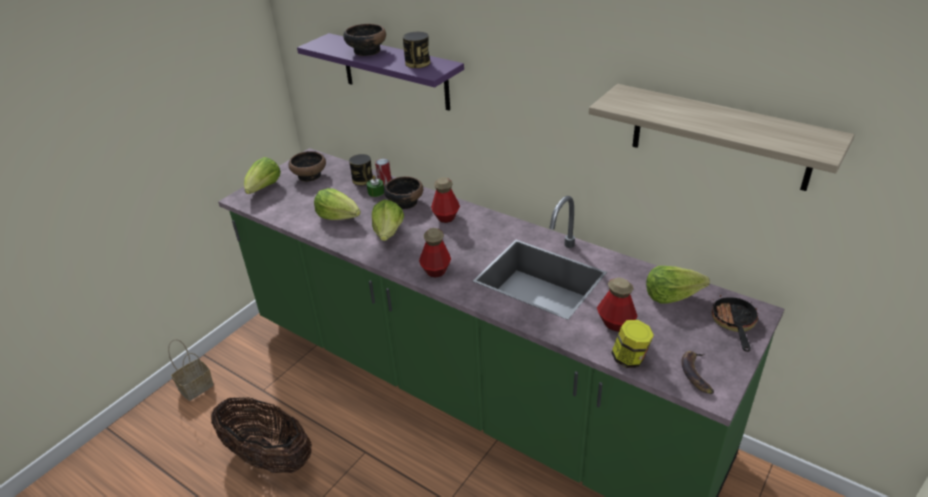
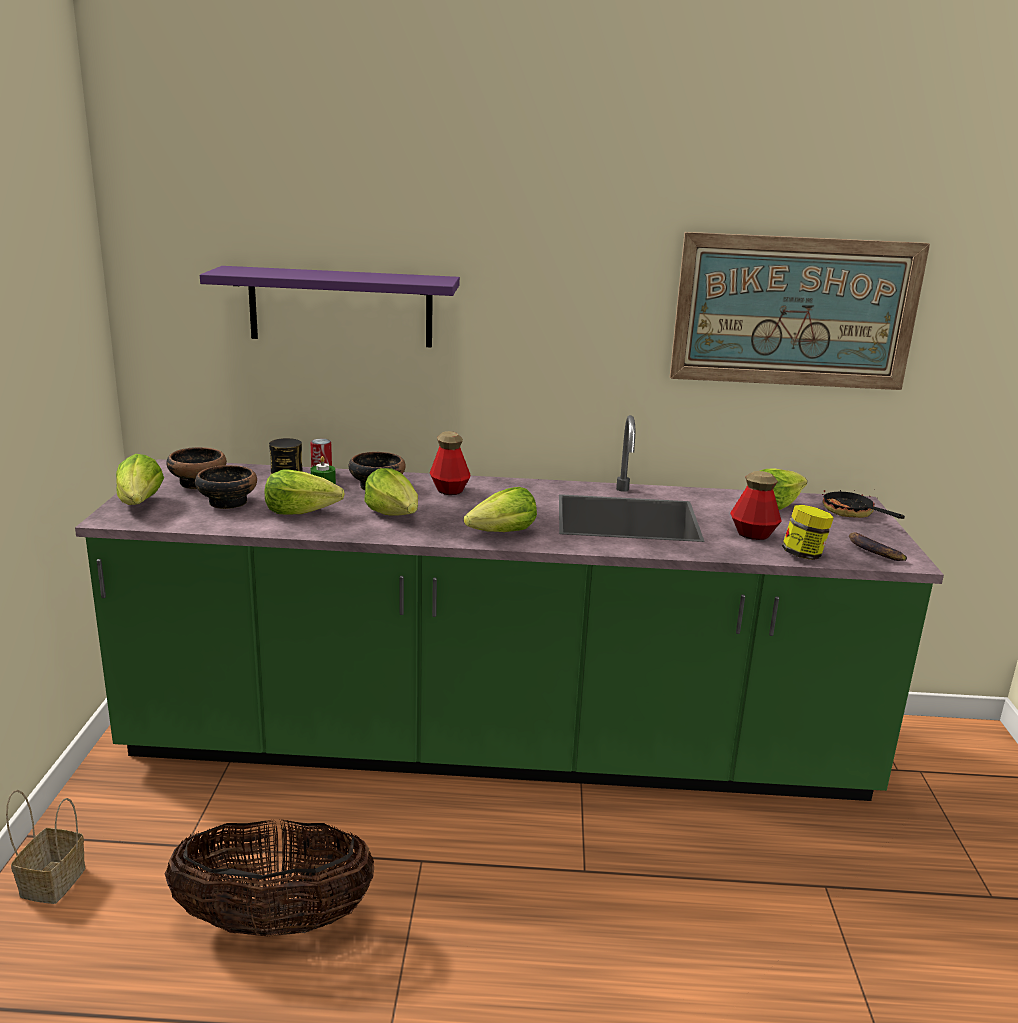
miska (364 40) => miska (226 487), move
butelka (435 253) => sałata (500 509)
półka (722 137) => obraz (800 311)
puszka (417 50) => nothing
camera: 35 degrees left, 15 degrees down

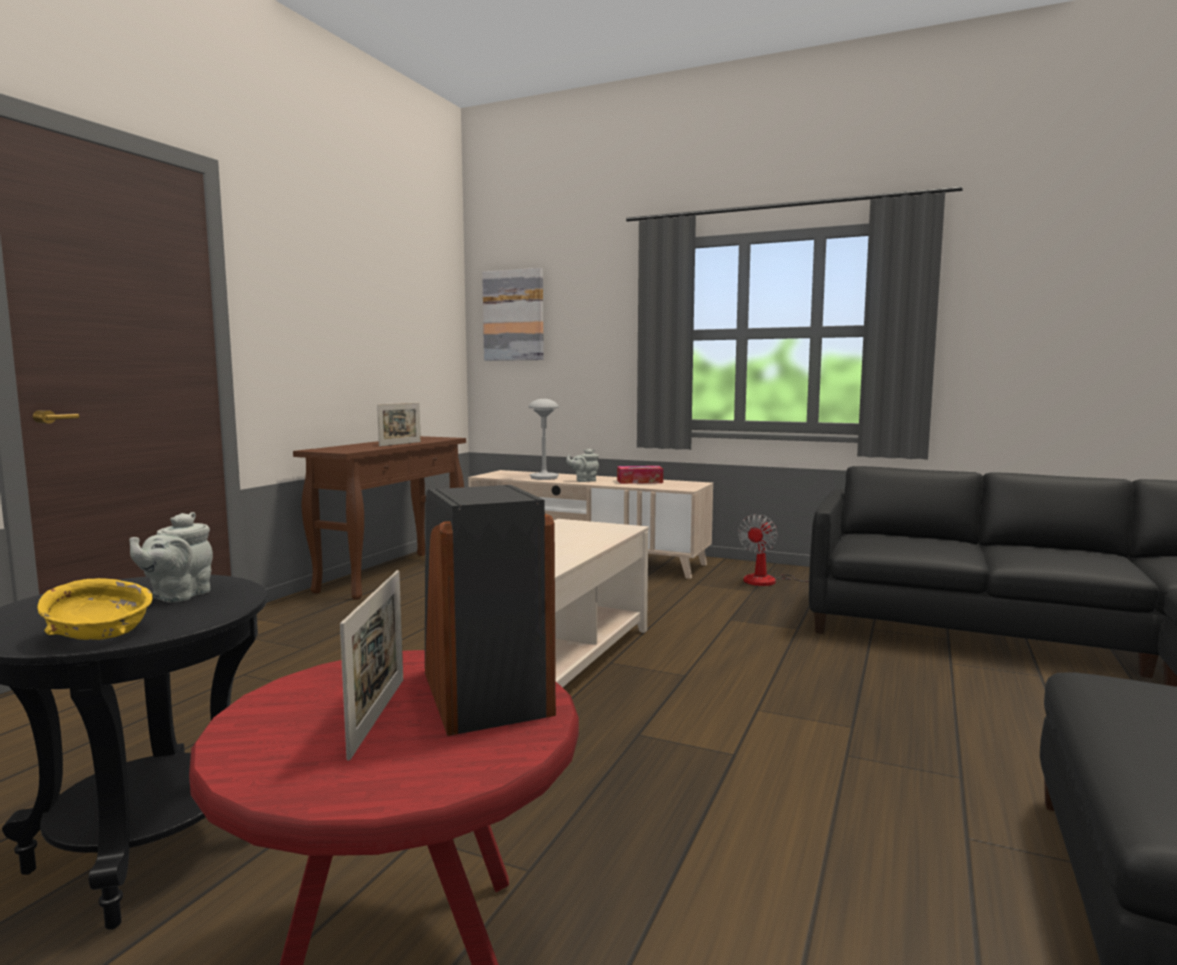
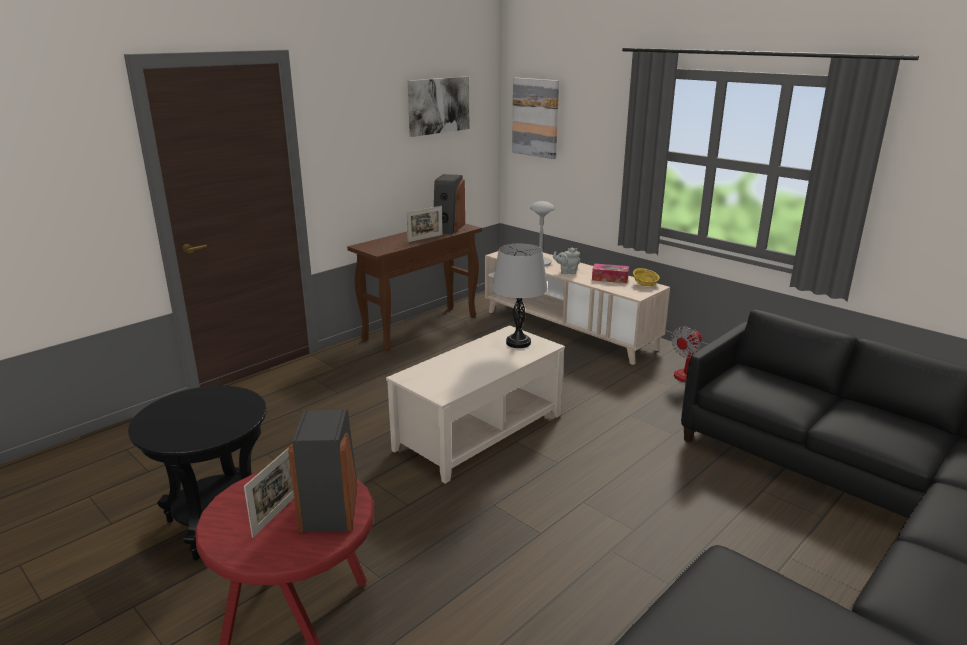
nothing => obraz (438 106)
nothing => głośnik (449 204)
nothing => lampa stołowa/szary (520 296)
miska/żółty (95 609) => miska/żółty (646 277), move
imbryk/szary (171 557) => nothing
camera: 20 degrees right, 15 degrees up

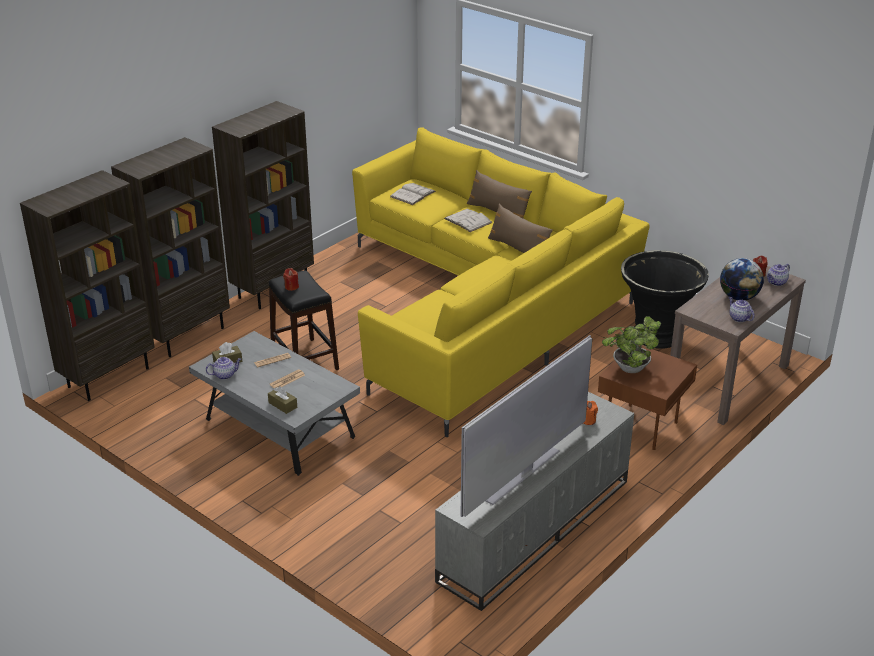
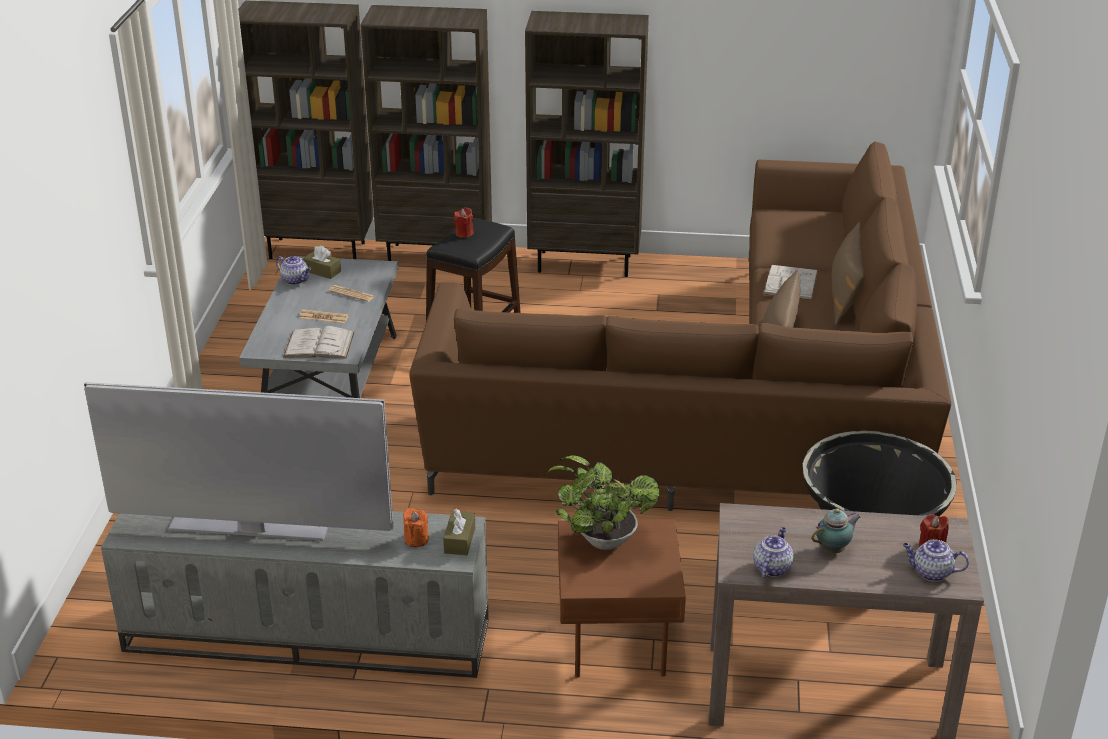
książka/biały (413 194) => książka/biały (318 342), move
kanapa/żółty (501 282) => kanapa/brązowy (680 326)
pudełko chusteczek/brązowy (282 400) => pudełko chusteczek/brązowy (459 532), move
globus (742 279) => imbryk (836 530)
camera: 55 degrees right, 0 degrees up

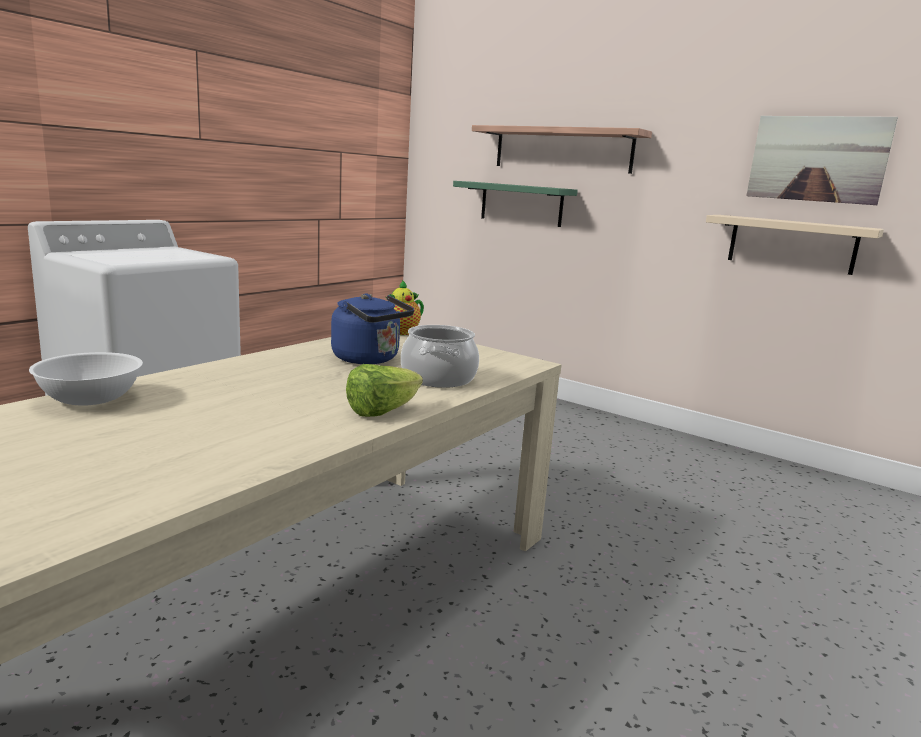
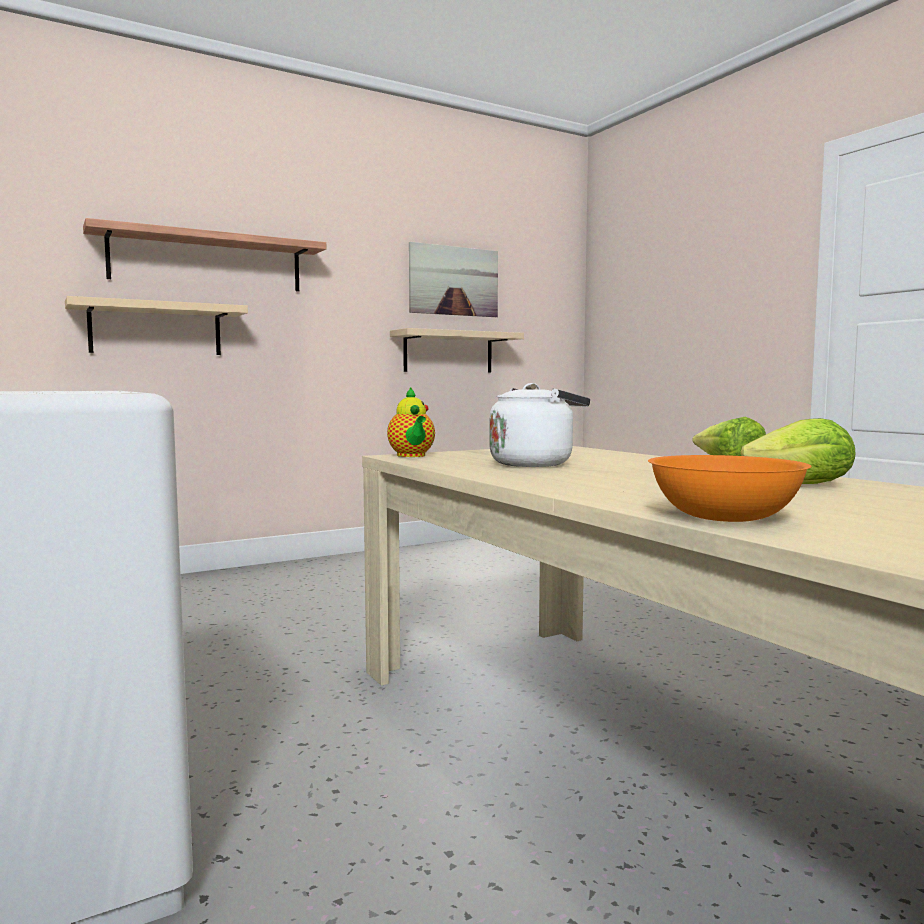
półka/zielony (515 204) => półka/beżowy (156 325)
czajnik/niebieski (372 328) => czajnik/biały (539 425)
miska/biały (86 379) => miska/pomarańczowy (730 488)
nothing => sałata (798 451)
garnek (440 356) => nothing
camera: 65 degrees left, 10 degrees down

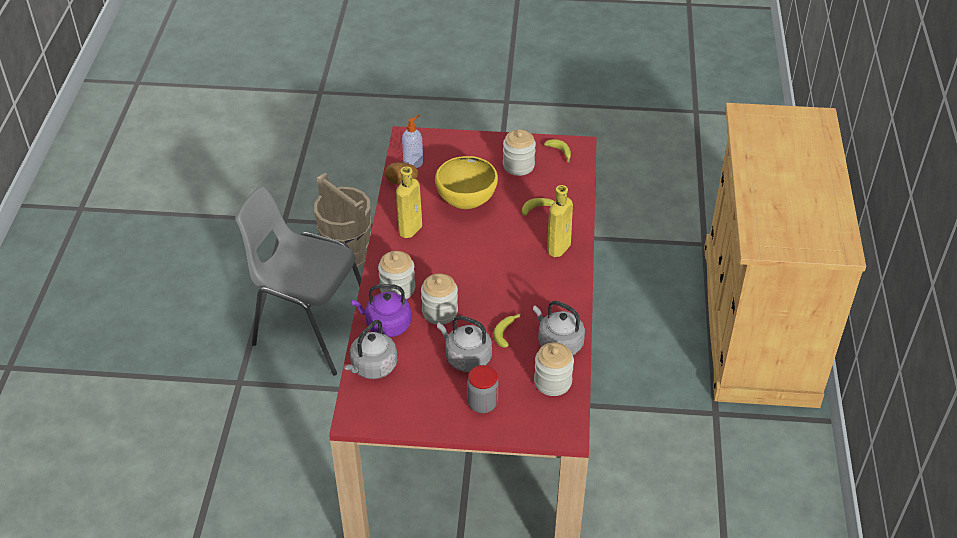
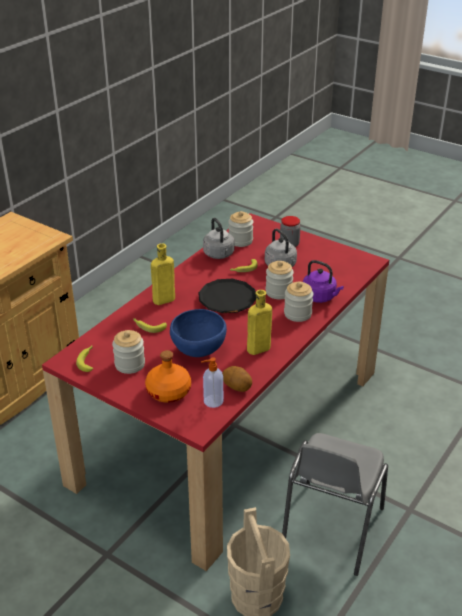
nothing => butelka/pomarańczowy (168 376)
miska/żółty (466 182) => miska/niebieski (198 333)
nothing => talerz/czarny (227 296)
krzesło/szary (298 280) => krzesło/szary (335 504), 60 degrees clockwise
czajnik/szary (370 349) => nothing
camera: 150 degrees left, 10 degrees down

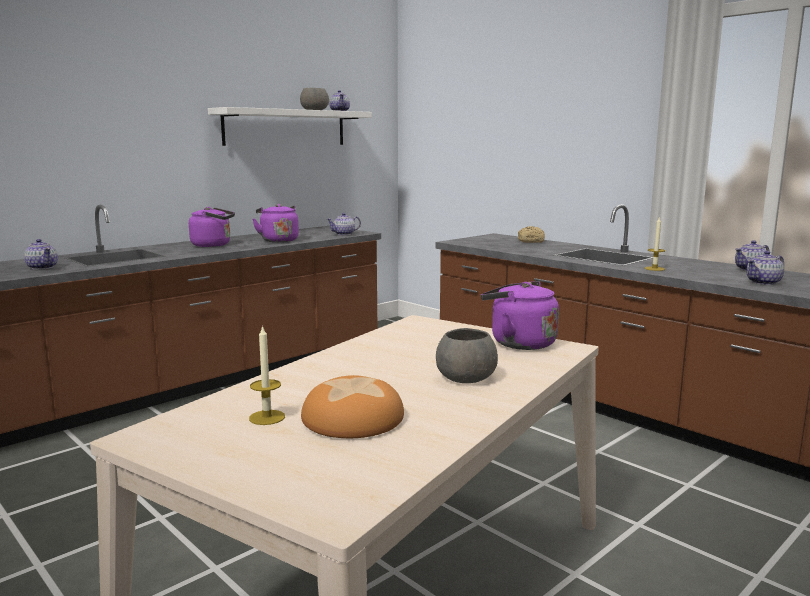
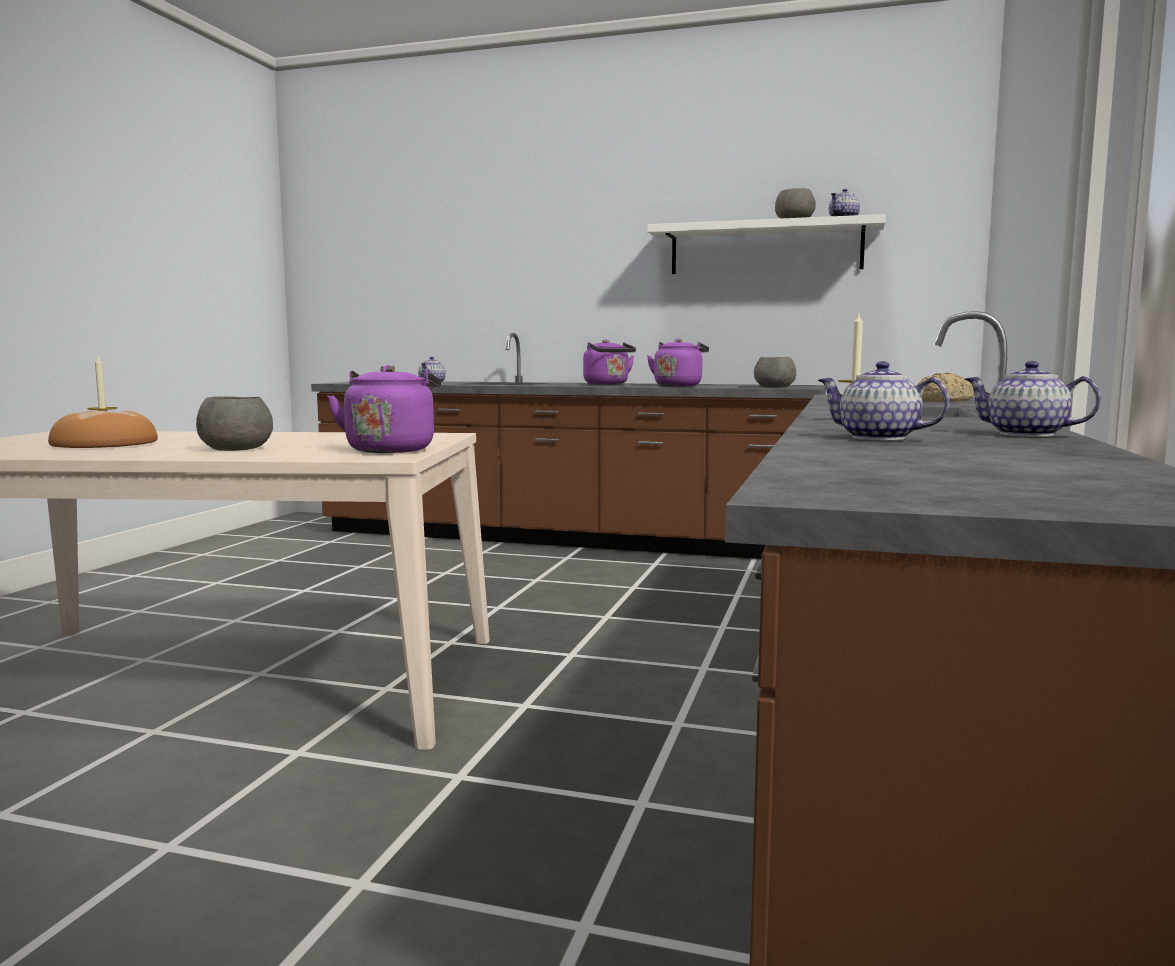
imbryk (344 224) => miska/szary (775 372)
camera: 60 degrees right, 5 degrees down

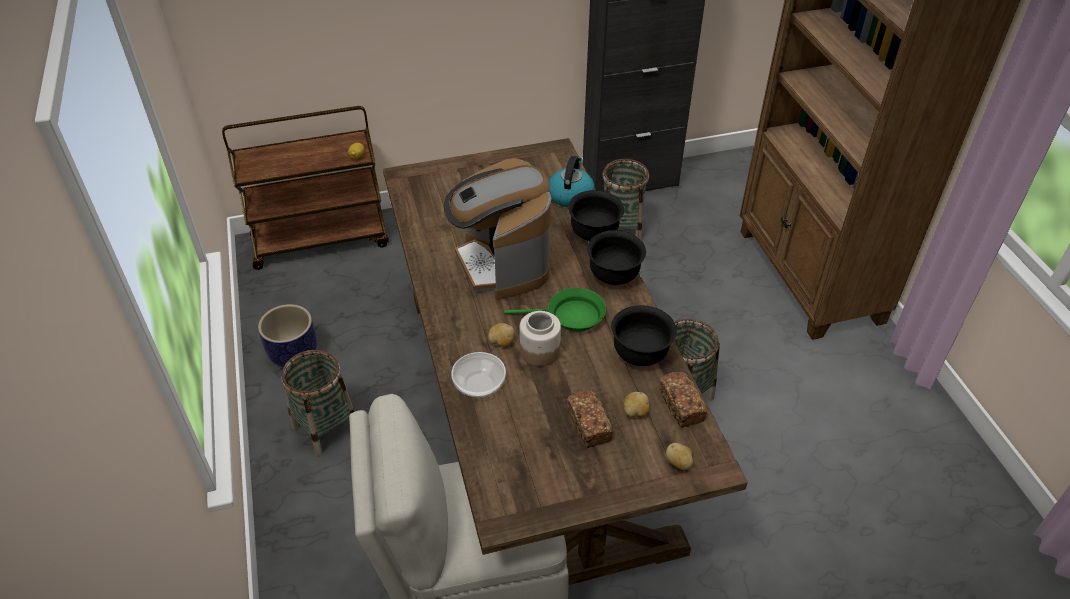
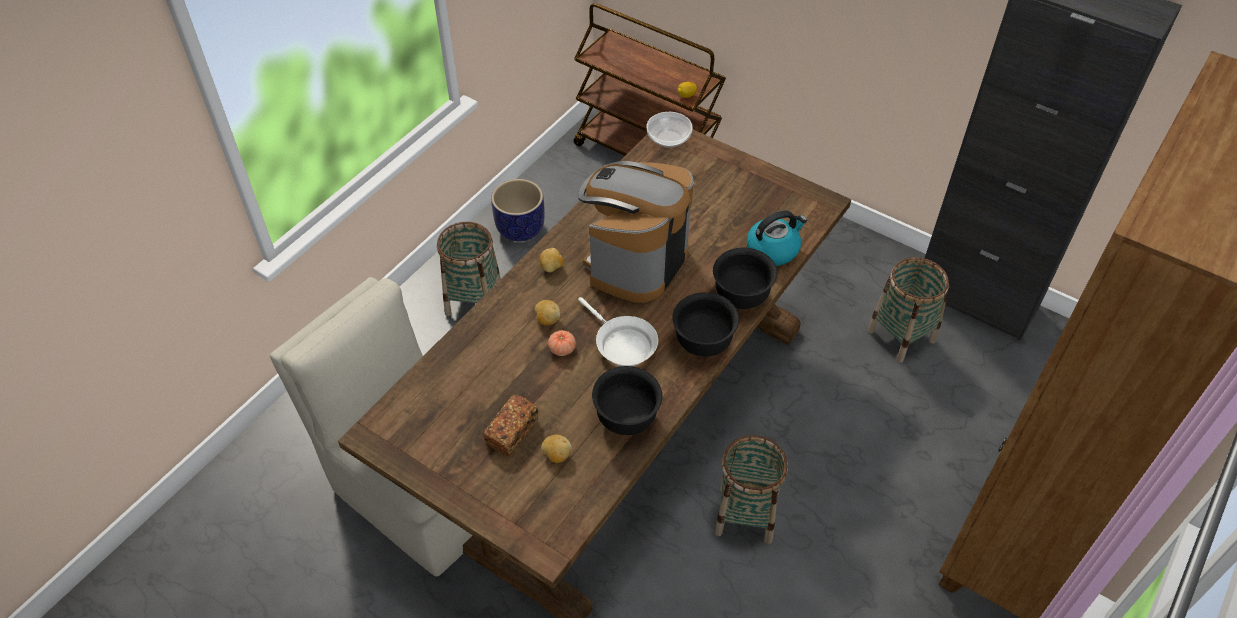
ziemniak (679 456) => ziemniak (551 260), move
słoik (540 338) => pomidor (562 343)
patelnia/zielony (555 310) => patelnia/biały (618 331)
miska (478 375) => miska (669 130), move
chleb (683 400) => nothing
camera: 50 degrees right, 5 degrees up

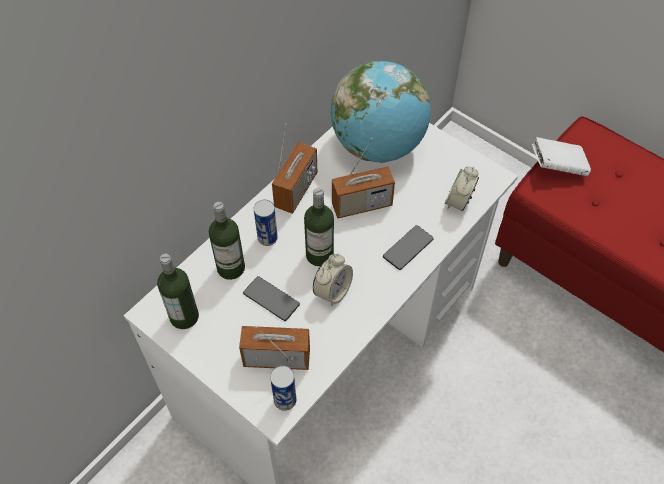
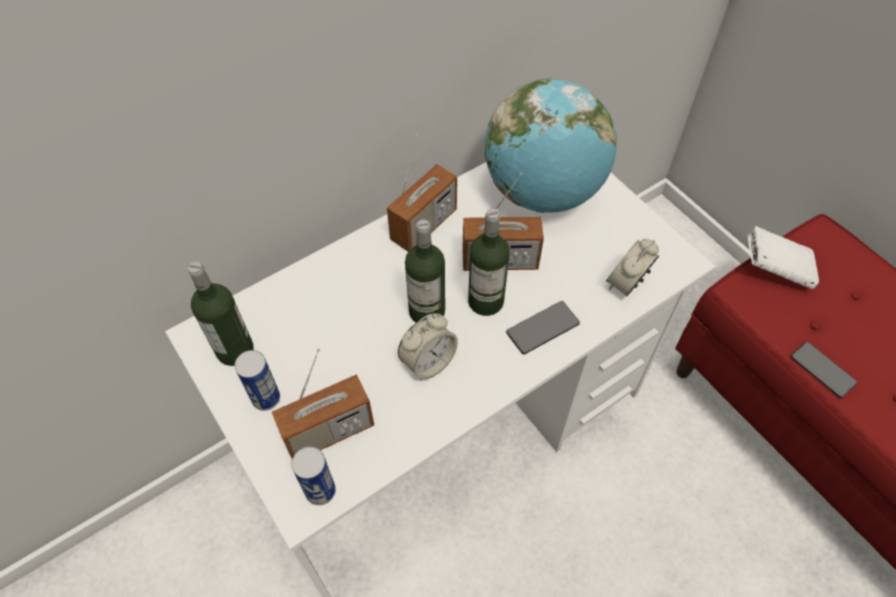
puszka (266 223) => puszka (257 380), move
radio (274 348) => radio (323 403), 135 degrees clockwise
butelka (227 241) => butelka (489 262), move
telefon (271 298) => telefon (824 370), move
camera: 15 degrees right, 0 degrees up

